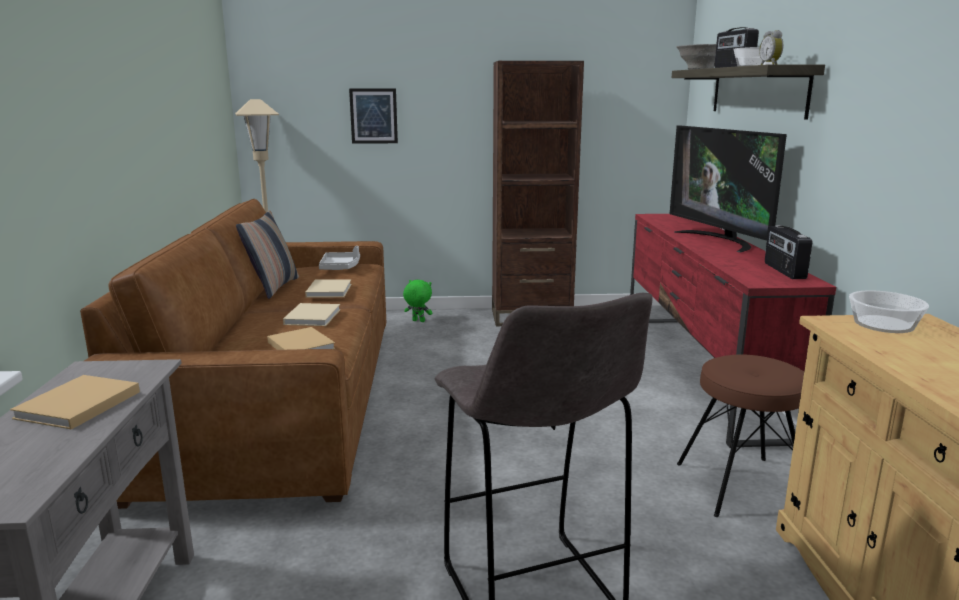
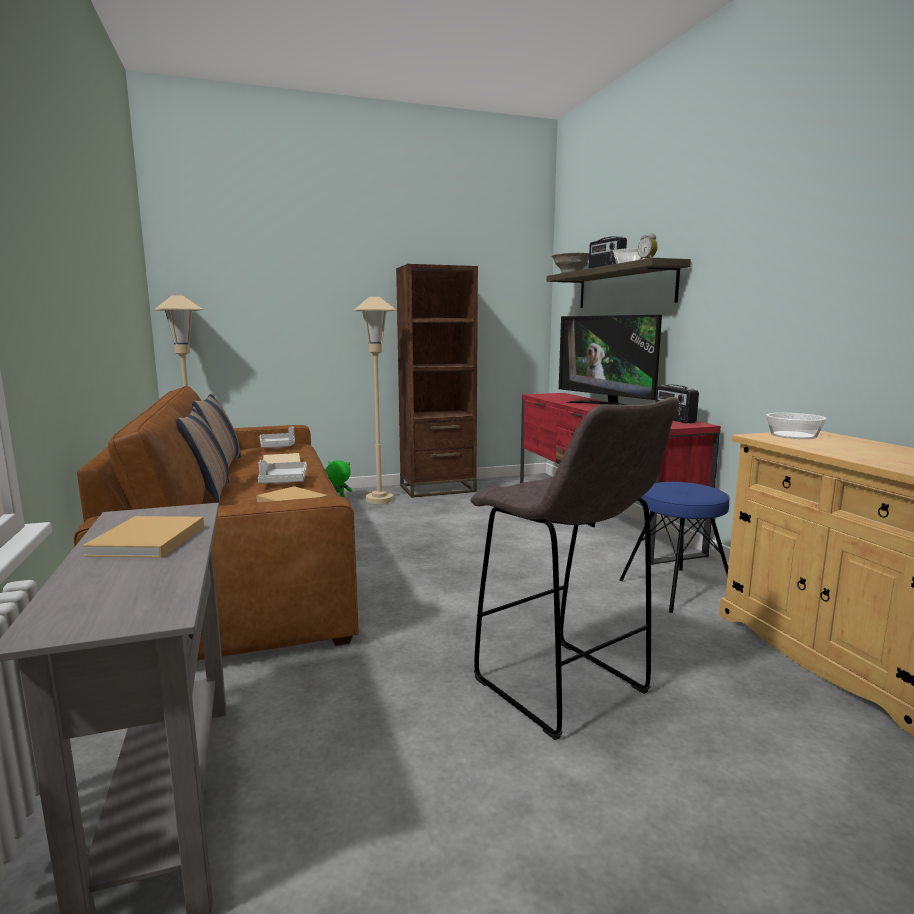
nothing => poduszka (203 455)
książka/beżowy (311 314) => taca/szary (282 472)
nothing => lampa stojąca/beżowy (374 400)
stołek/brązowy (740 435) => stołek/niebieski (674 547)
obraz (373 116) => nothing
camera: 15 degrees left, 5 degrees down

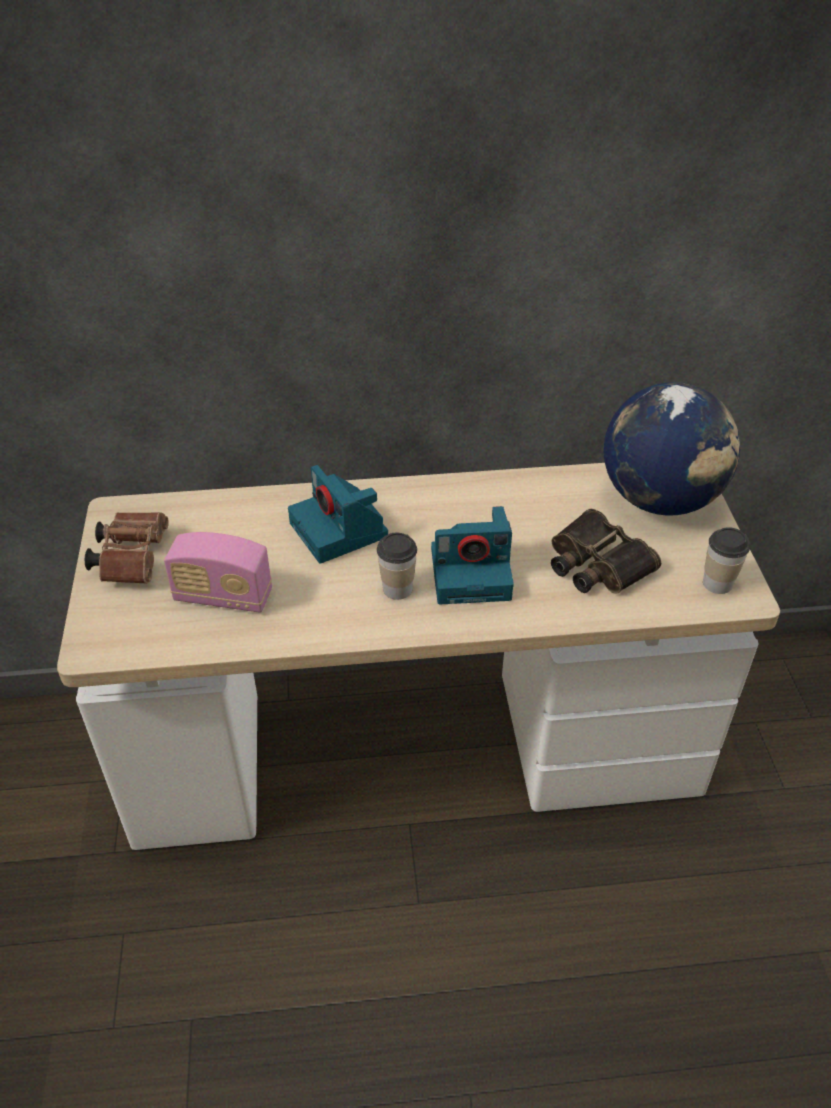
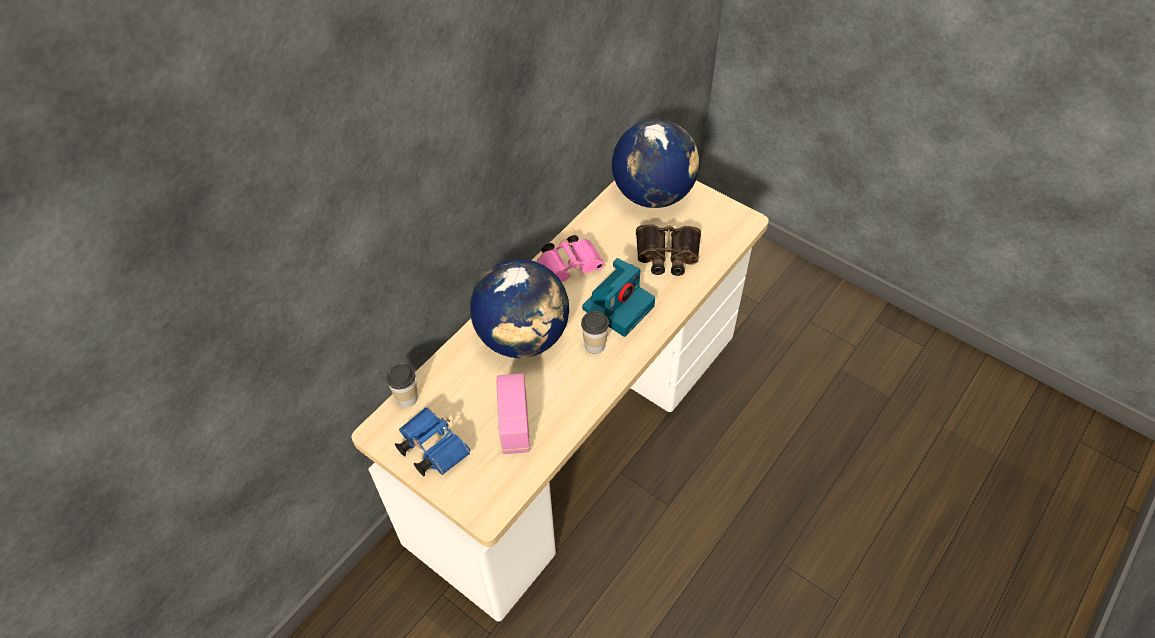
filiżanka (726 560) => filiżanka (402 385), move
lornetka/brązowy (127 548) => lornetka/niebieski (433 441)
aparat fotograficzny (338 514) => globus (519 308)
radio (218 572) => radio (513 413), 120 degrees clockwise
nothing => lornetka/różowy (571 258)
camera: 45 degrees left, 10 degrees up

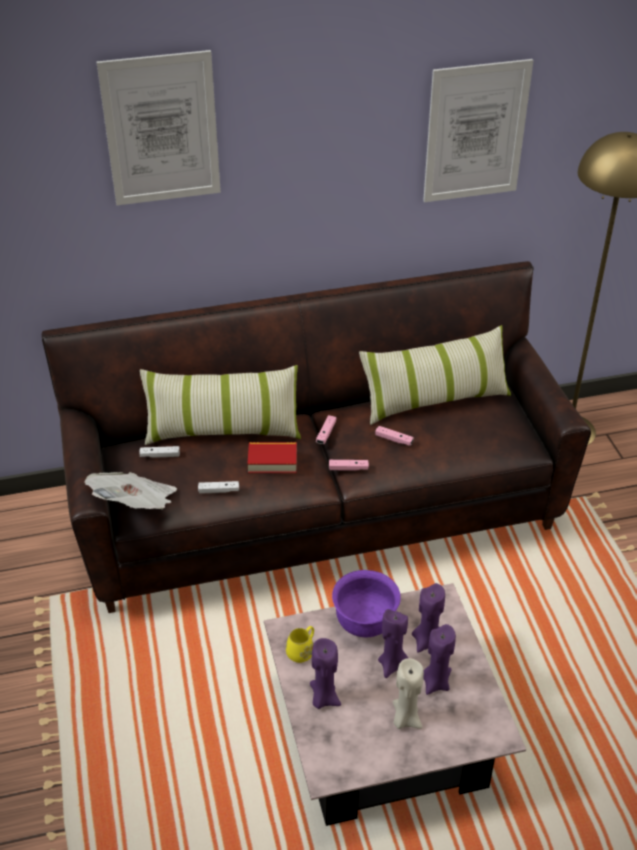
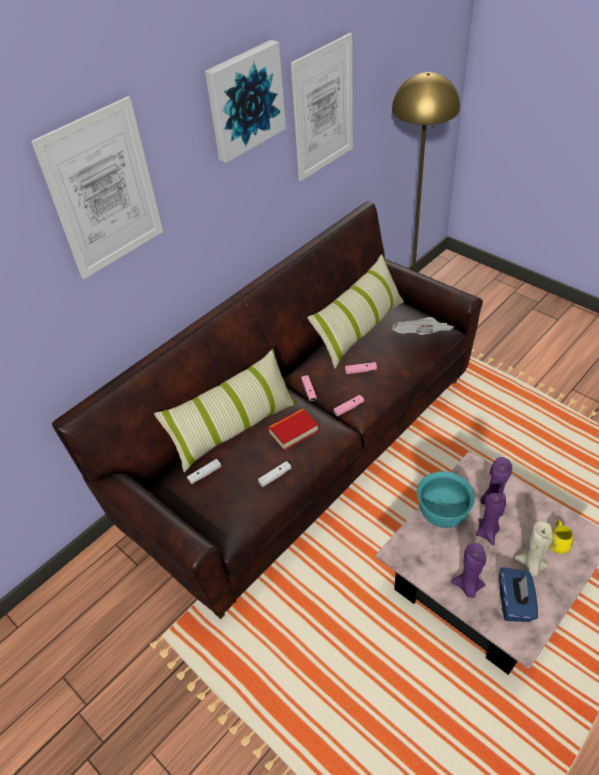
nothing => obraz (245 101)
gazeta (131 490) => gazeta (423 326), move
miska/fioletowy (366 603) => miska/turkusowy (446 499)
nothing => pudełko chusteczek/niebieski (518 594)
kubek/żółty (300 644) => kubek/żółty (561 537), move
świeca/fioletowy (439 659) => nothing
camera: 30 degrees left, 5 degrees up

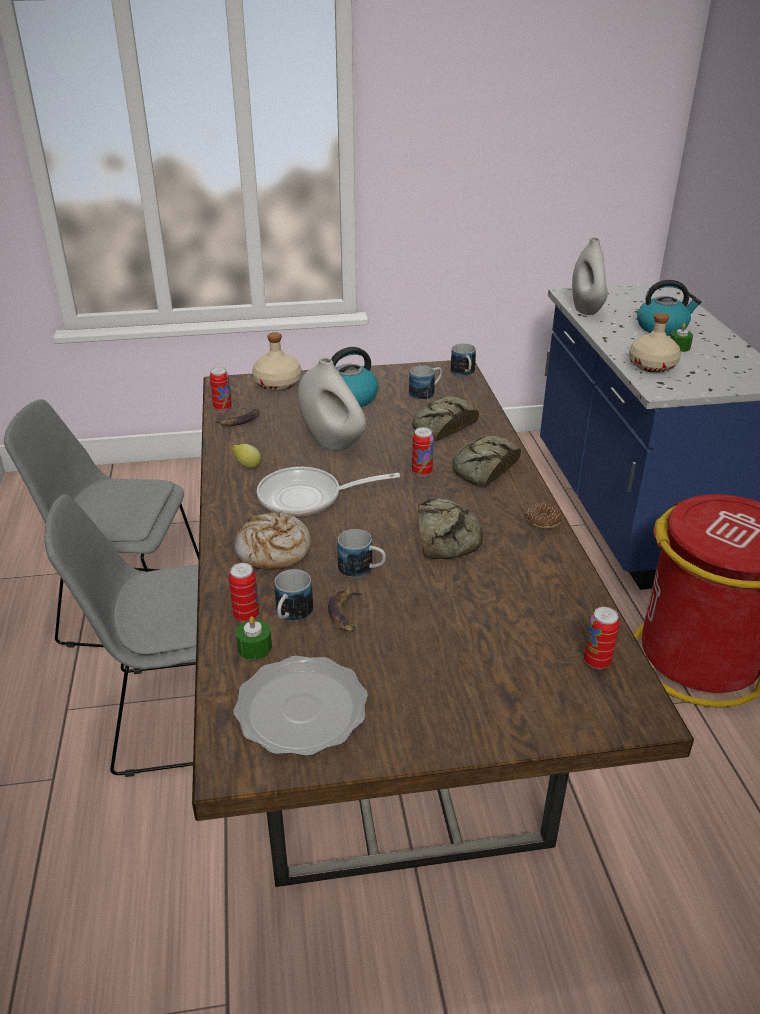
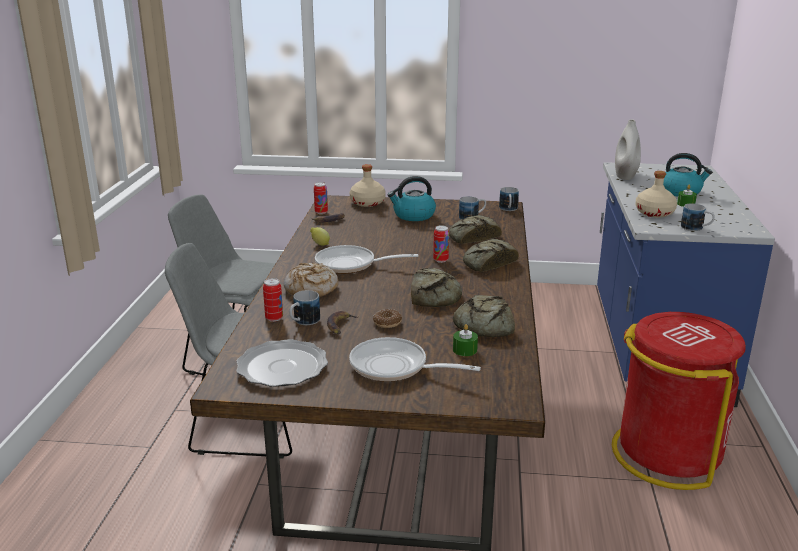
nothing => patelnia (415 359)
donut (544 516) => donut (387 318), move
nothing => chleb (484 316)
świeca/zielony (254 638) => świeca/zielony (465 340), move
kubek (361 553) => kubek (698 217), move
wazon/biały (332 404) => nothing
puszka (601 638) => nothing
camera: 15 degrees right, 10 degrees down

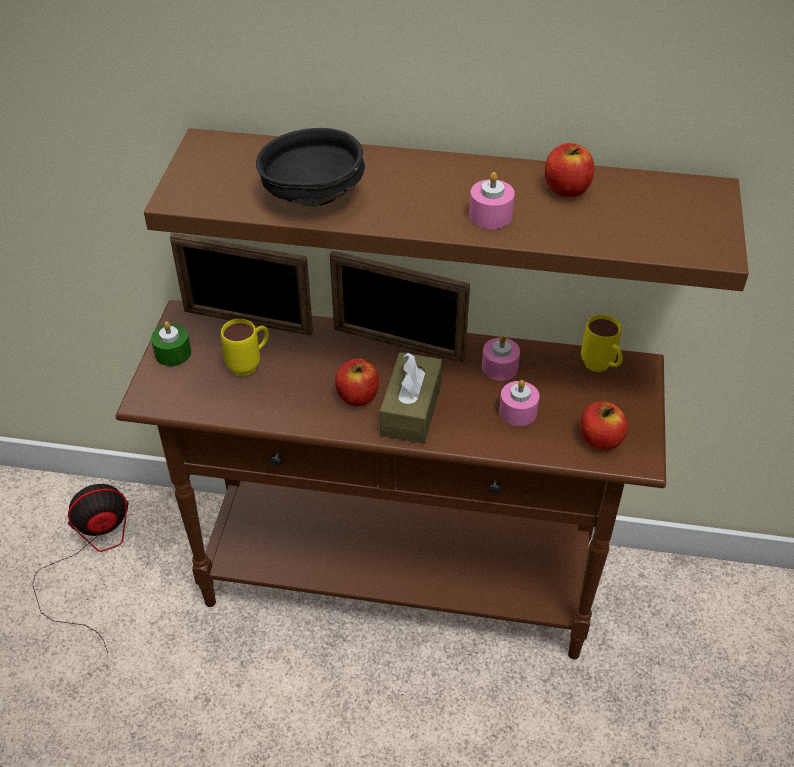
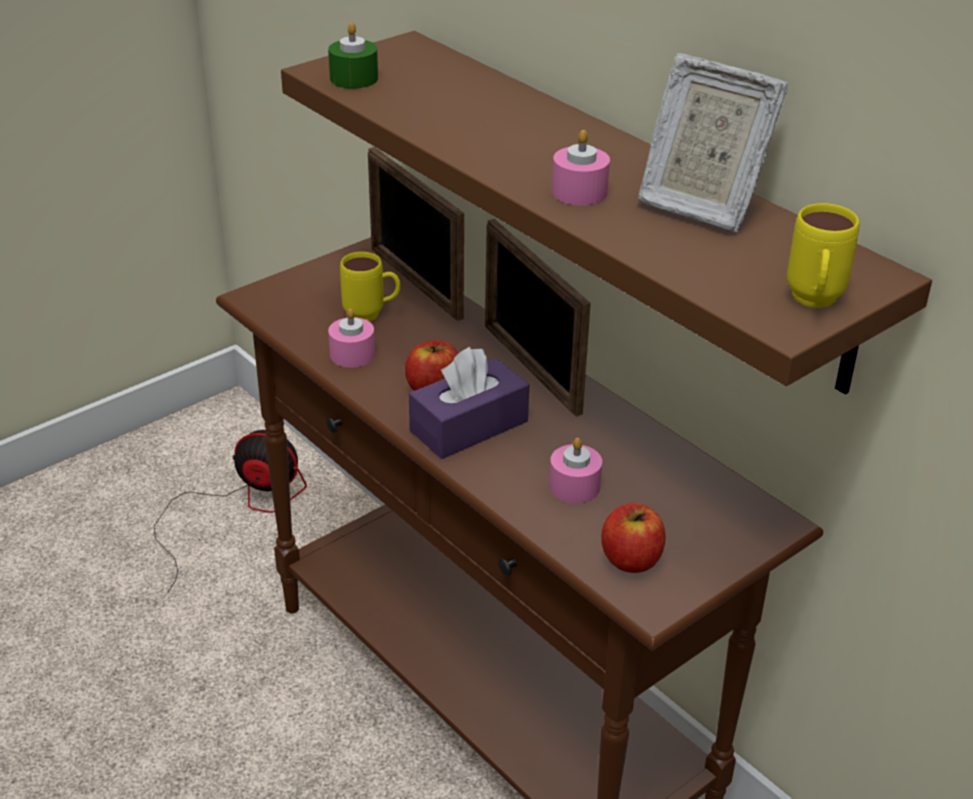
świeca/zielony (171 343) => świeca/zielony (353 55), move
świeca/różowy (501 358) => świeca/różowy (351 338), move
pudełko chusteczek/brązowy (411 398) => pudełko chusteczek/fioletowy (469 403)
jabłko (569 170) => ramka na zdjęcie (713 142)
kubek/żółty (602 343) => kubek/żółty (823 255), move
miska/czarny (310 167) => nothing
camera: 40 degrees right, 10 degrees down

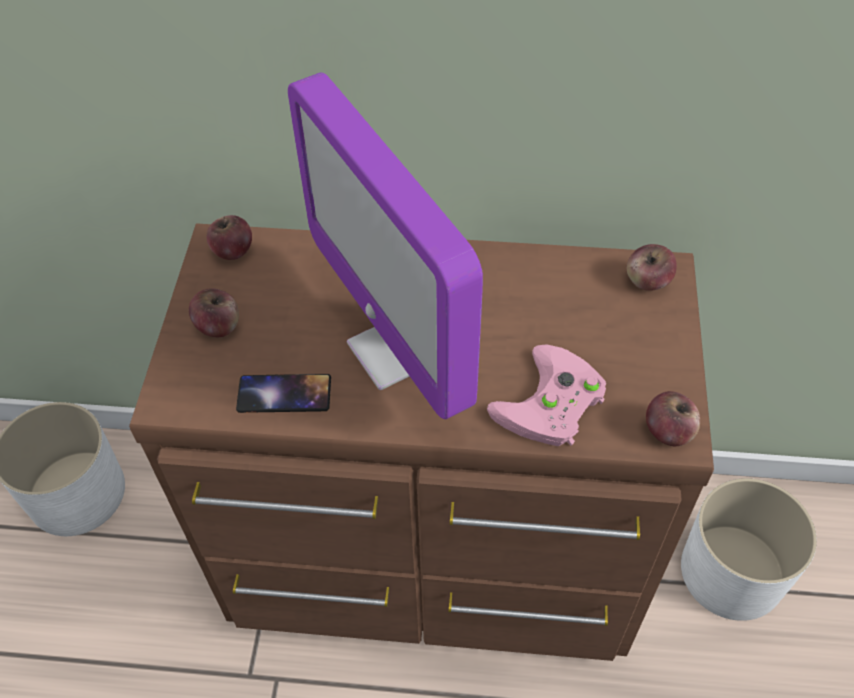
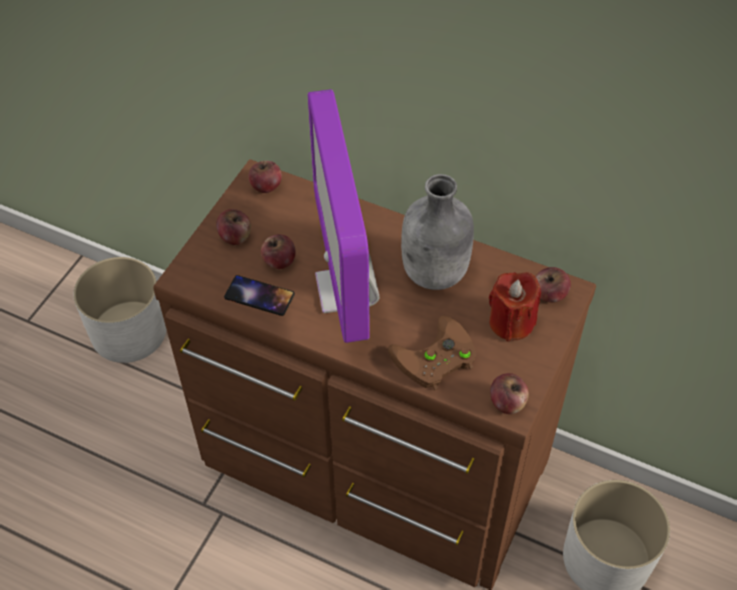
nothing => jabłko (278 251)
pad do gier/różowy (546 395) => pad do gier/brązowy (432 353)
nothing => butelka/szary (437 232)
nothing => świeca/czerwony (515 307)
camera: 20 degrees right, 0 degrees up

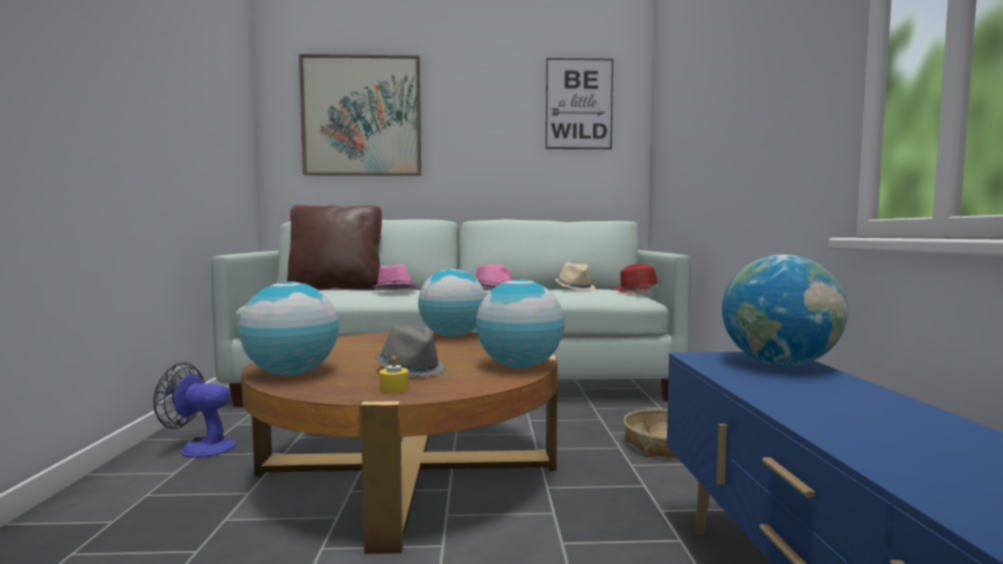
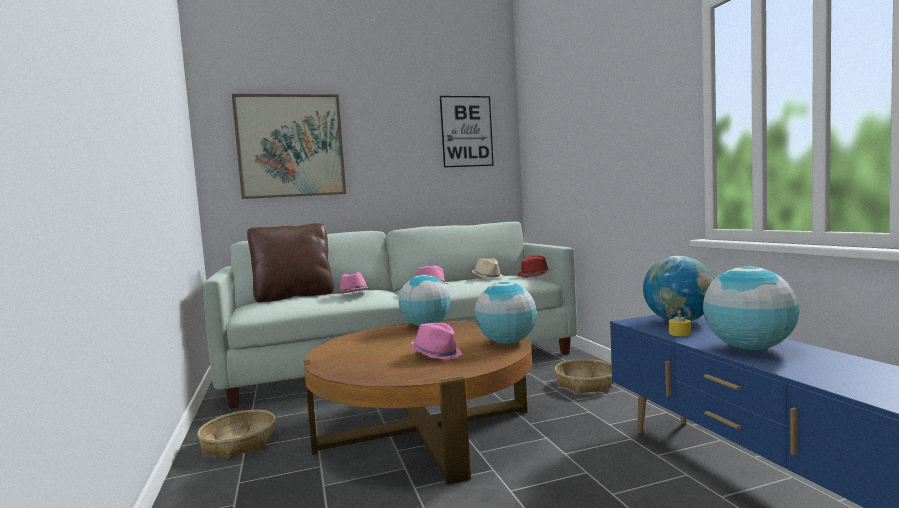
wentylator (194 410) => koszyk (236 434)
kapelusz/szary (410 351) => kapelusz/różowy (436 341)
świeca/żółty (394 375) => świeca/żółty (680 323), move
globus (289 328) => globus (751 308), move
camera: 15 degrees left, 0 degrees up

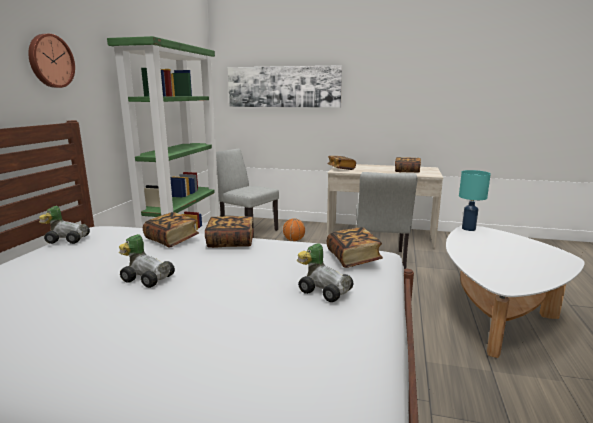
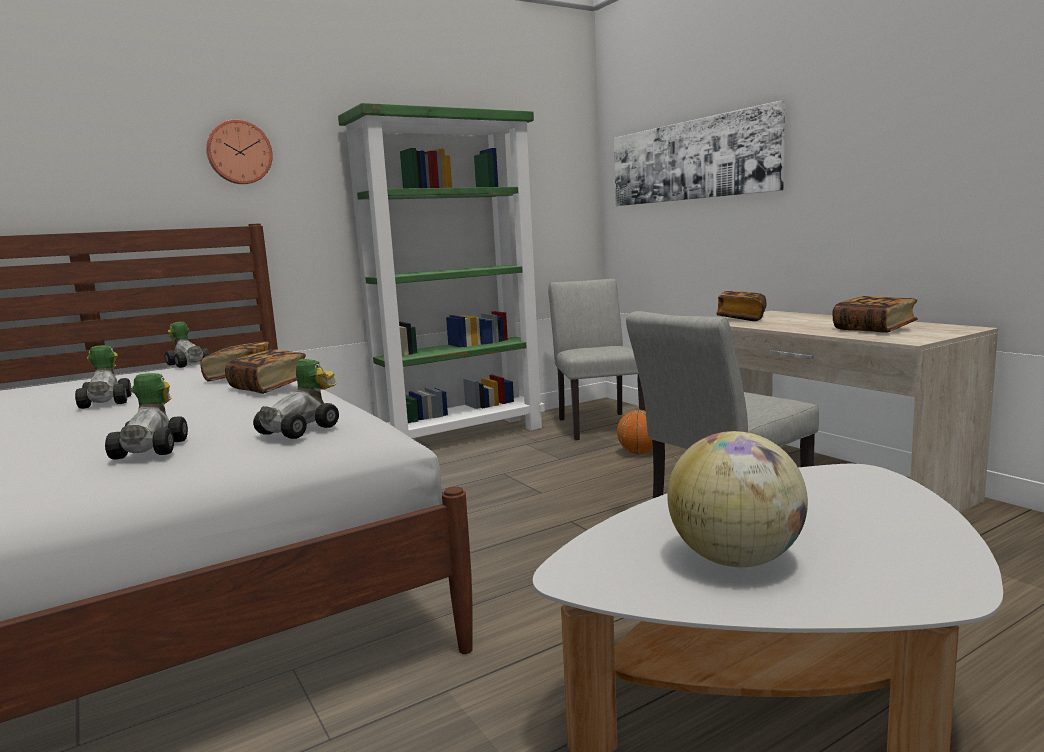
książka (355 247) => samochodzik (296 399)
nothing => globus (737 499)
lampa stołowa/turkusowy (475 200) => nothing
camera: 45 degrees right, 5 degrees down

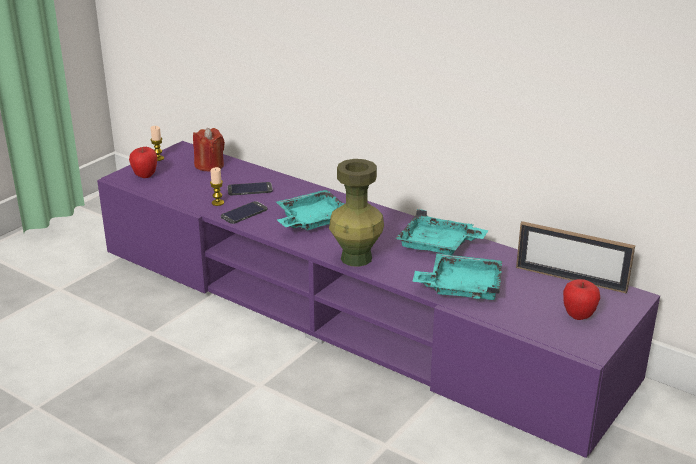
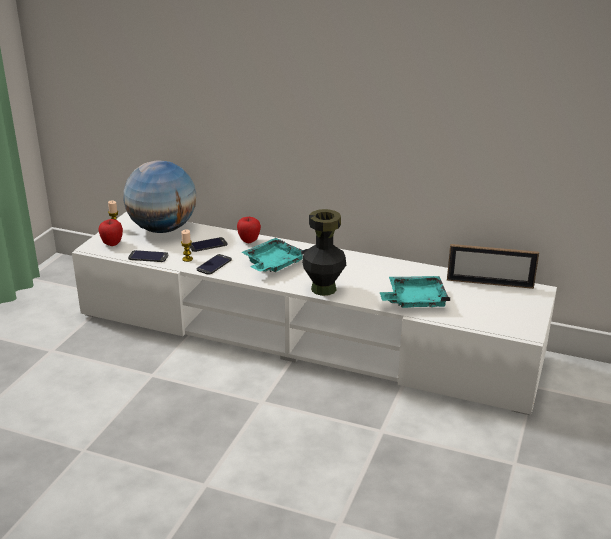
szafka pod telewizor/fioletowy (378 299) => szafka pod telewizor/biały (314 313)
świeca/czerwony (209 150) => globus (159 197)
nothing => telefon (148 256)
jabłko (581 299) => jabłko (249 230), move
wazon/zielony (356 213) => wazon/czarny (324 252)
taca/turkusowy (441 232) => nothing
camera: 15 degrees left, 0 degrees up

